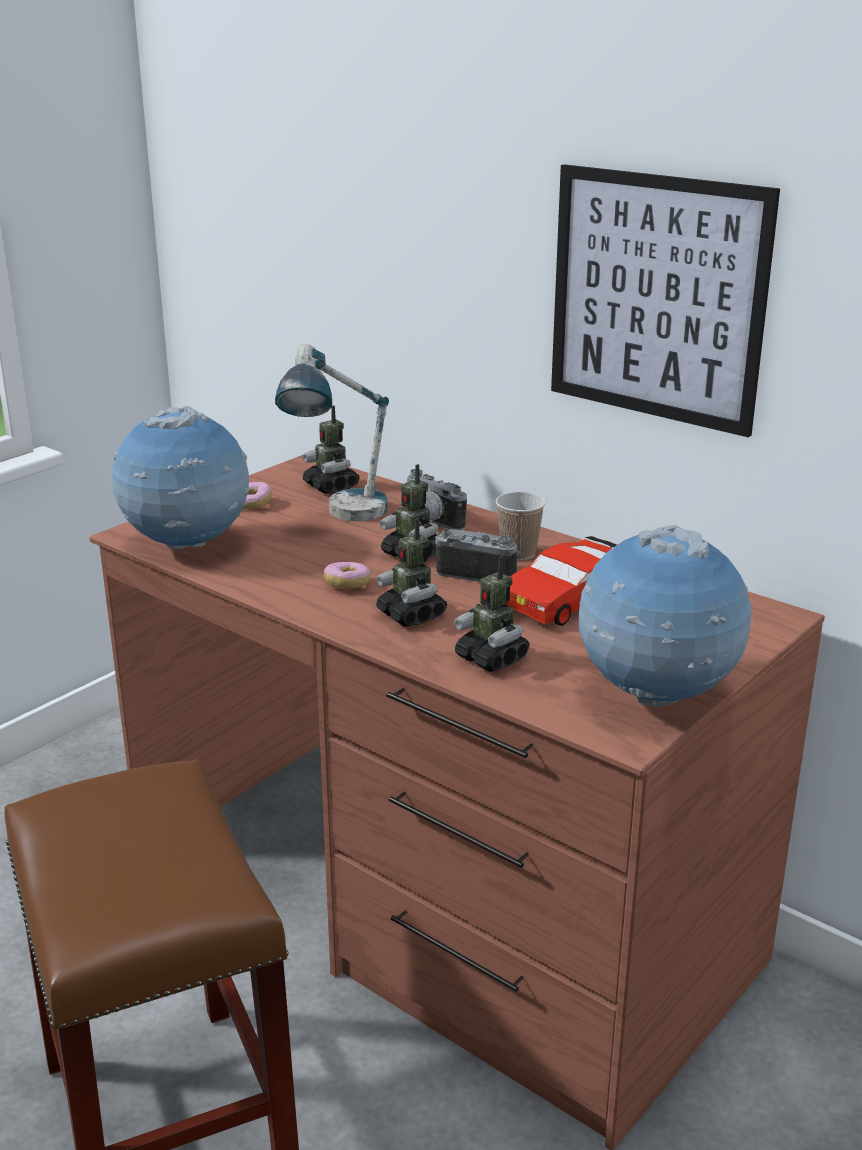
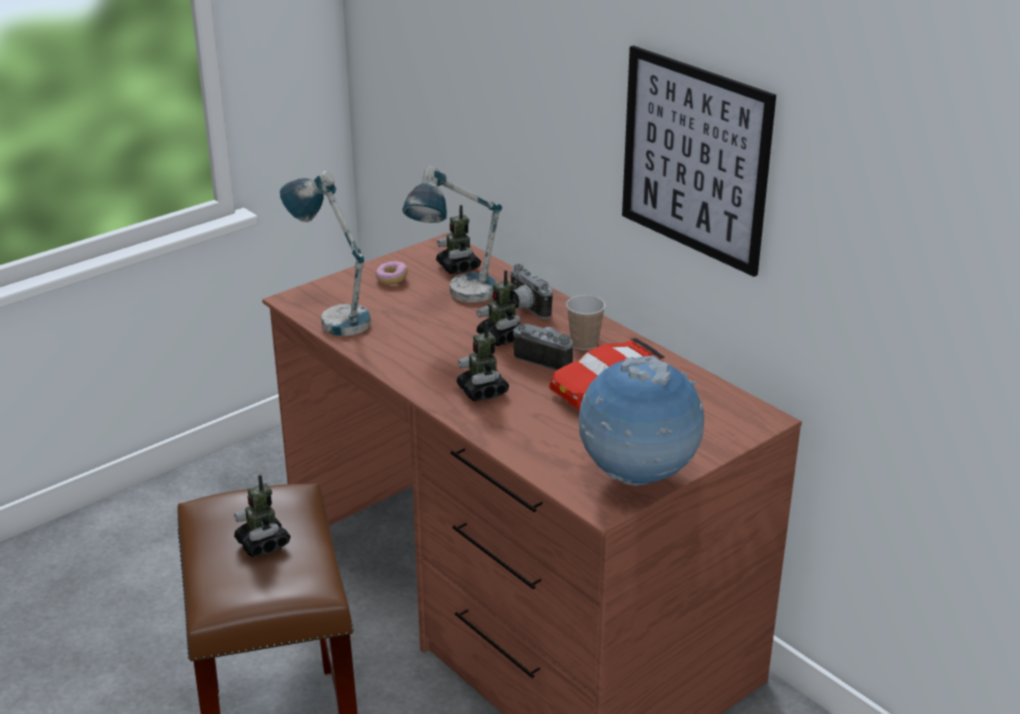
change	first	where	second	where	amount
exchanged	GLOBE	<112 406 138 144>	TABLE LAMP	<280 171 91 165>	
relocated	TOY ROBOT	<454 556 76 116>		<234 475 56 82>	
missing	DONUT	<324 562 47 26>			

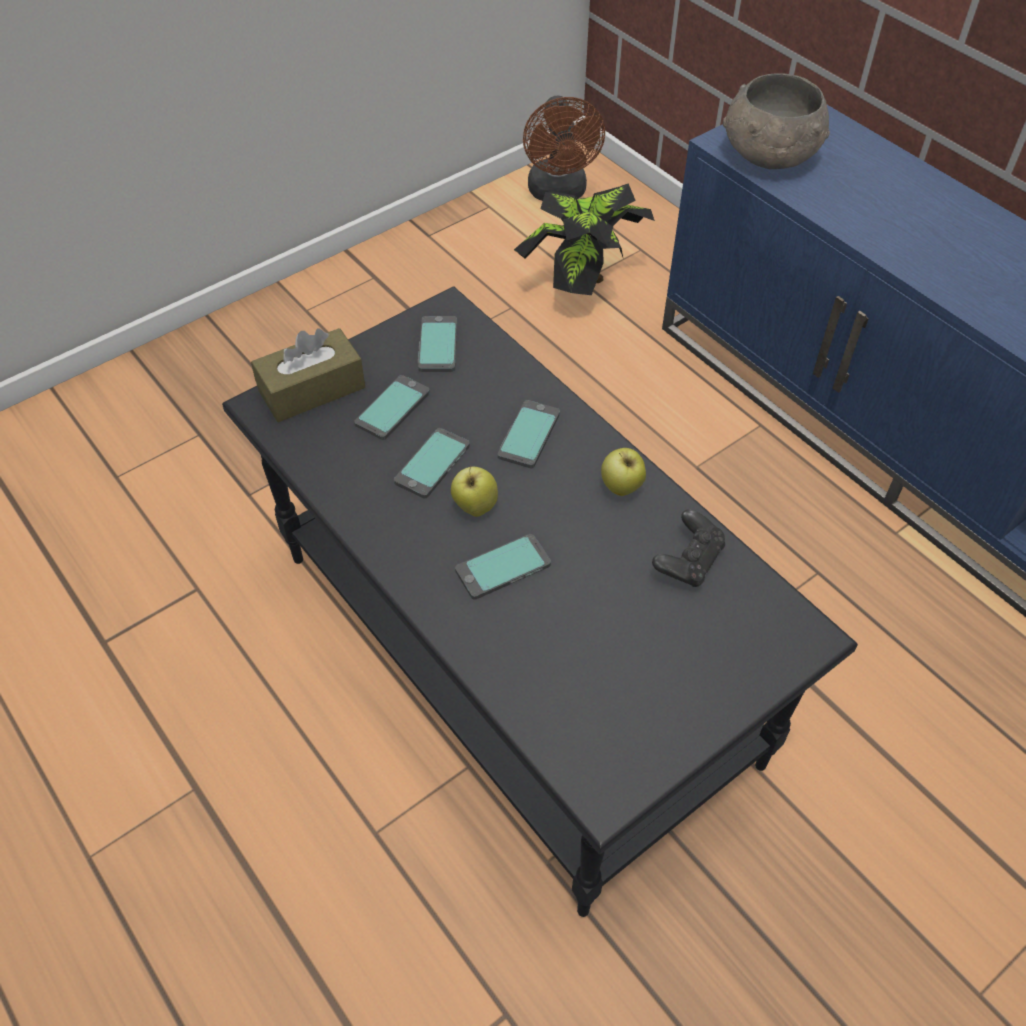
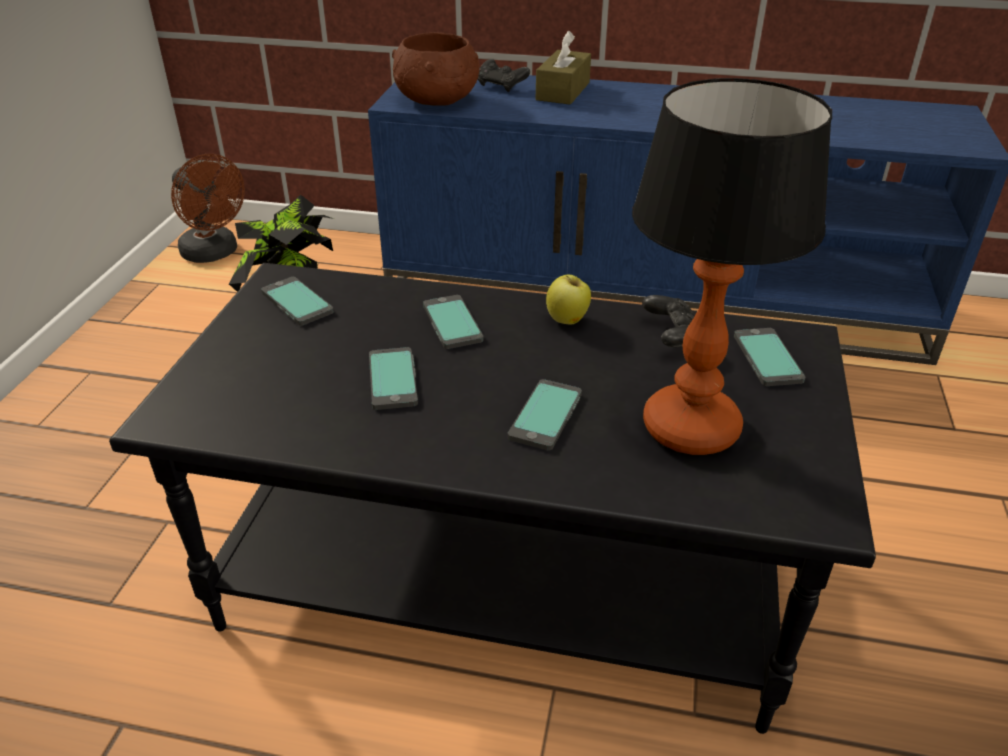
change	first	where	second	where	amount
colour	GREY BOWL	<723 73 107 96>	BROWN BOWL	<392 32 87 74>	
relocated	BROWN TISSUE BOX	<251 328 114 94>		<536 31 55 74>	
relocated	PHONE	<354 375 76 65>		<734 328 71 58>	
missing	APPLE	<451 466 47 51>			
appeared			BLACK GAME CONTROLLER	<478 59 52 33>	
appeared			TABLE LAMP	<632 78 200 377>	

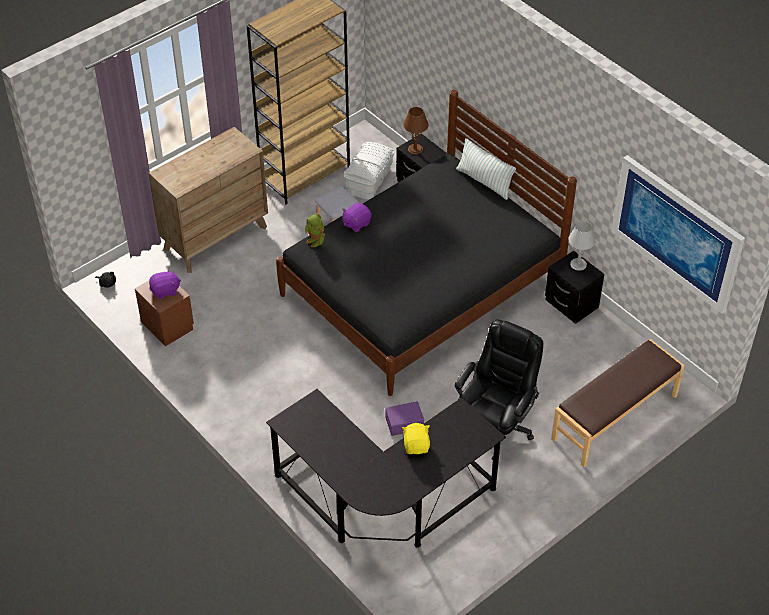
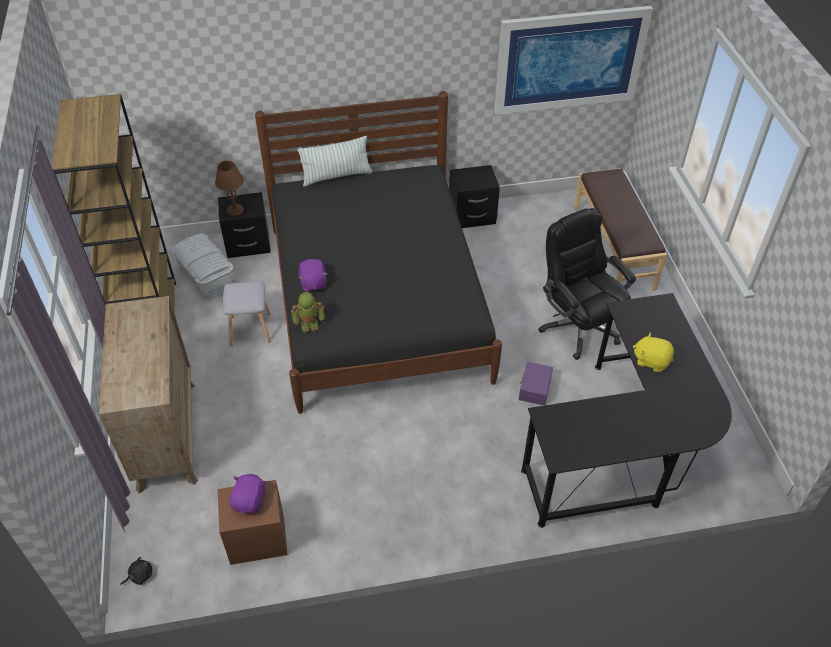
change	first	where	second	where	amount
missing	GREY TABLE LAMP	<568 221 28 50>			

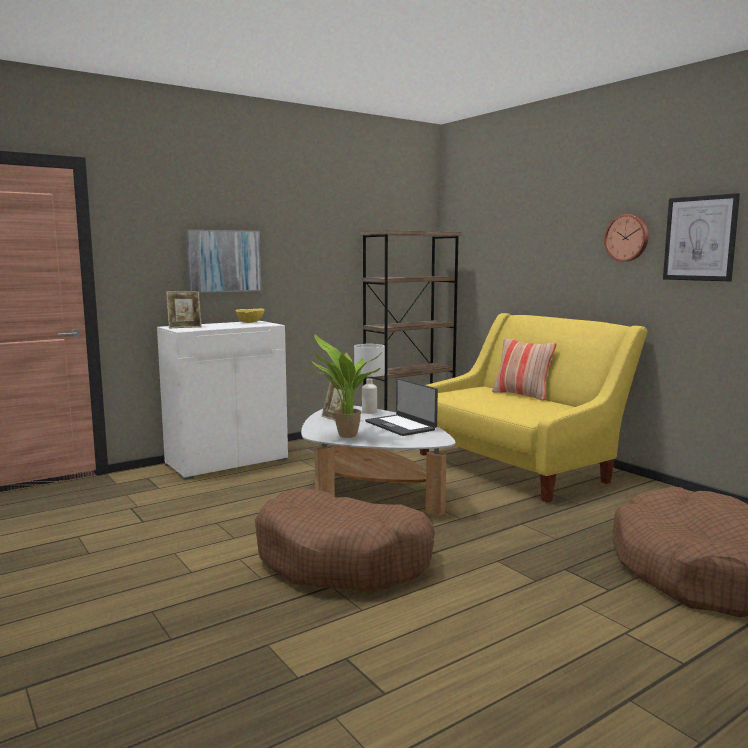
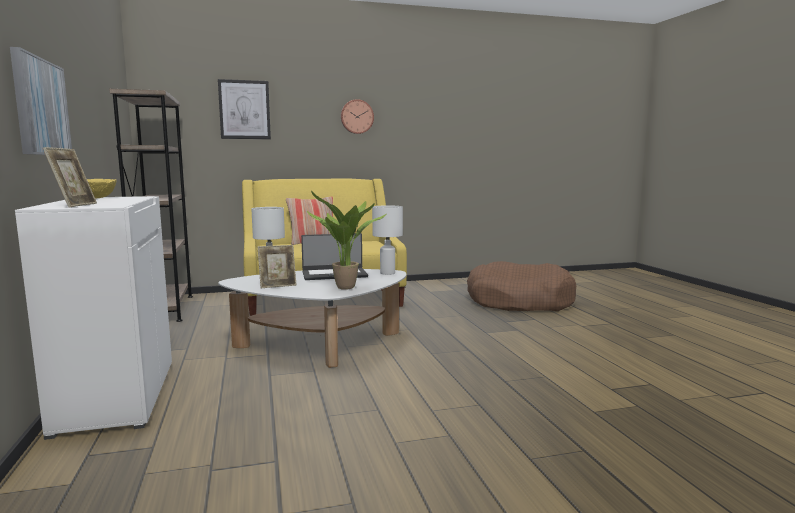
change	first	where	second	where	amount
relocated	PICTURE	<663 193 77 88>		<218 79 53 60>	
missing	BROWN DOG BED	<255 489 180 103>			
appeared			WHITE TABLE LAMP	<372 205 31 70>	

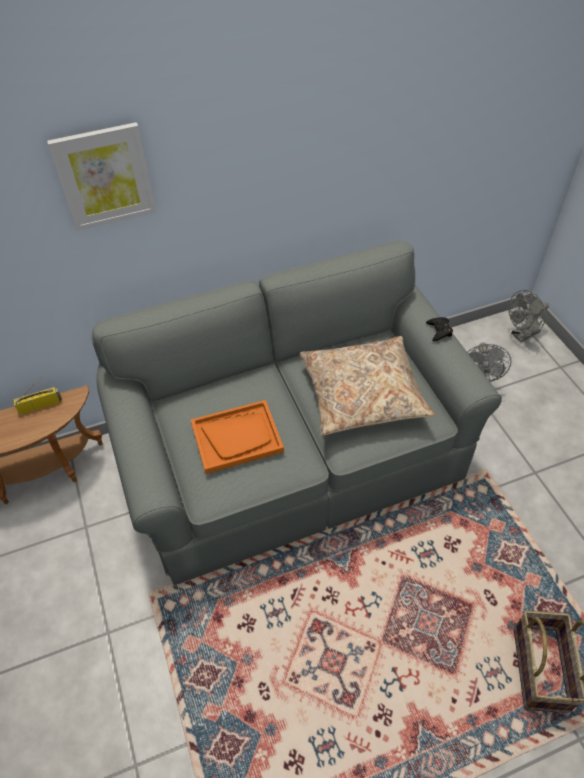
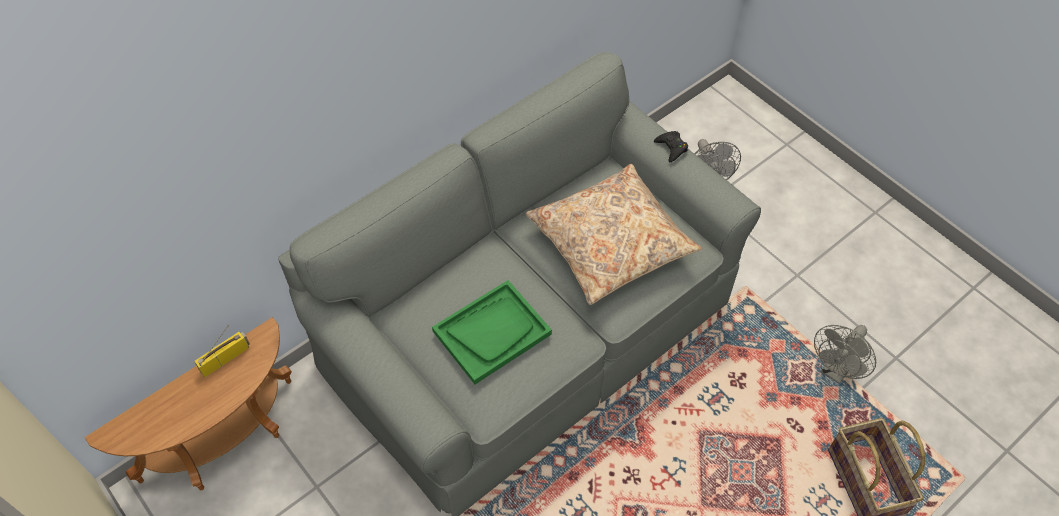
change	first	where	second	where	amount
missing	PICTURE	<47 122 109 109>			
relocated	GREY FAN	<509 290 40 52>		<814 325 62 59>	
colour	ORANGE TRAY	<191 400 93 74>	GREEN TRAY	<432 280 120 104>	

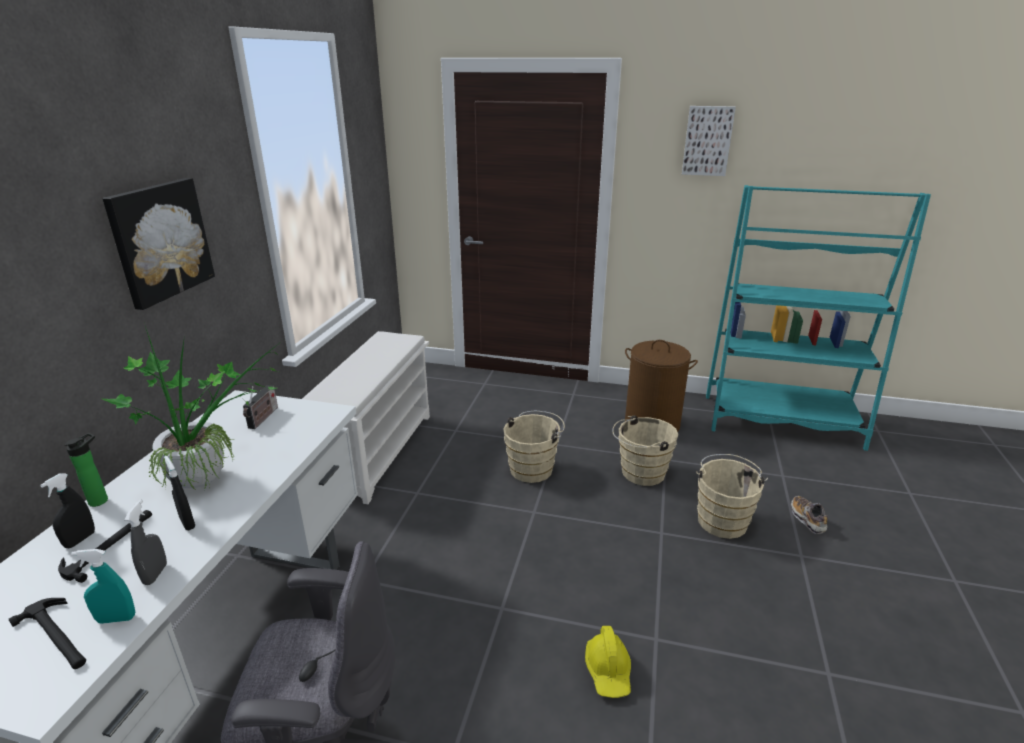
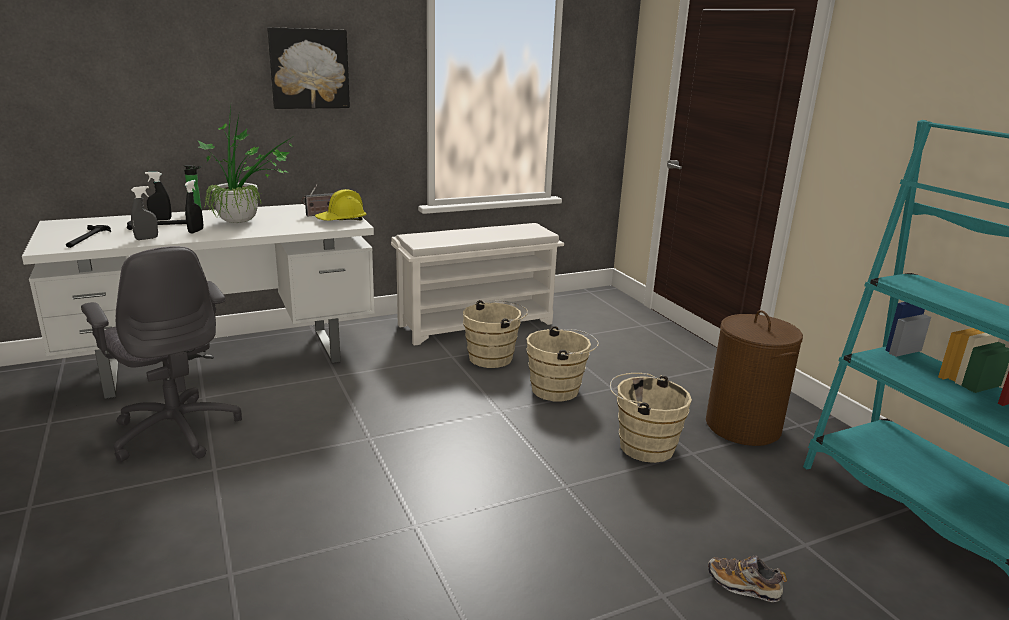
change	first	where	second	where	amount
missing	PICTURE	<682 106 54 70>			
relocated	BEIGE BUCKET	<696 454 72 85>		<463 300 65 68>	
spun	SHOE	<791 496 37 38>		<708 556 79 46>	105 degrees counterclockwise
missing	TURQUOISE SPRAY BOTTLE	<71 549 64 75>			
relocated	YELLOW HARD HAT	<585 626 46 72>		<315 189 51 32>	

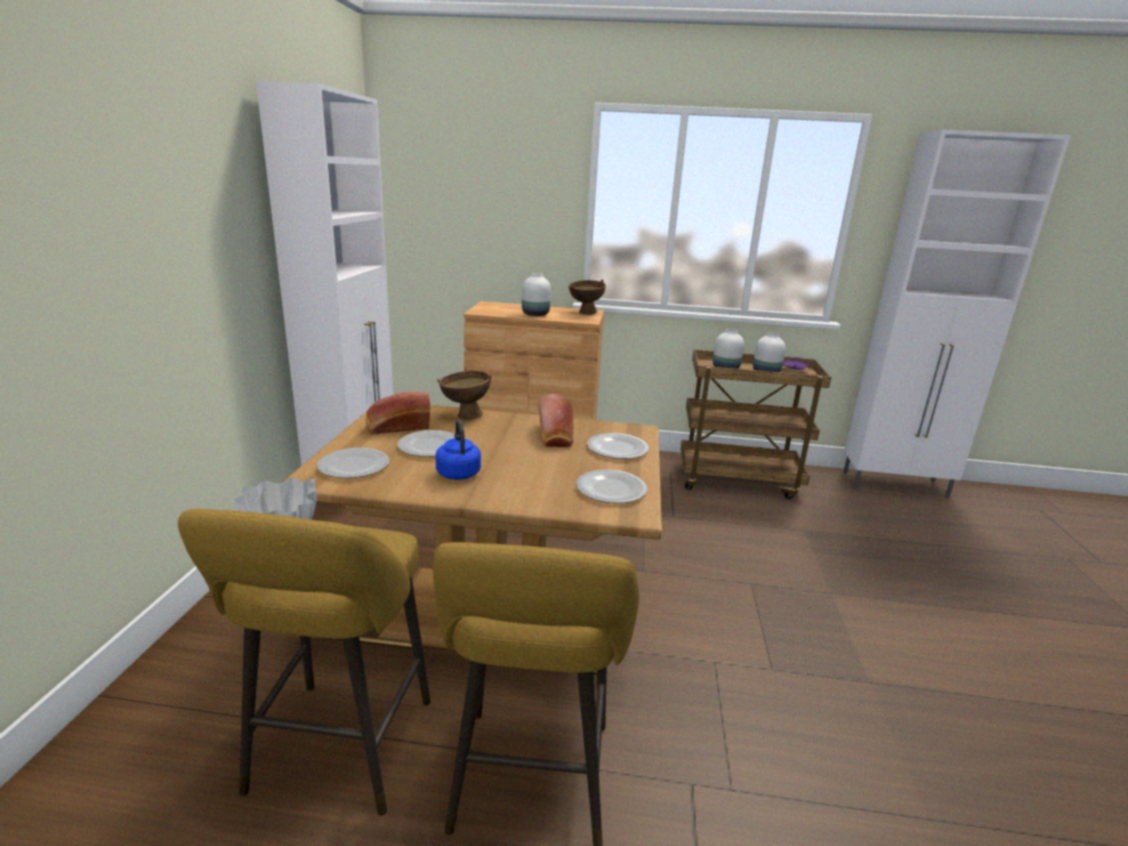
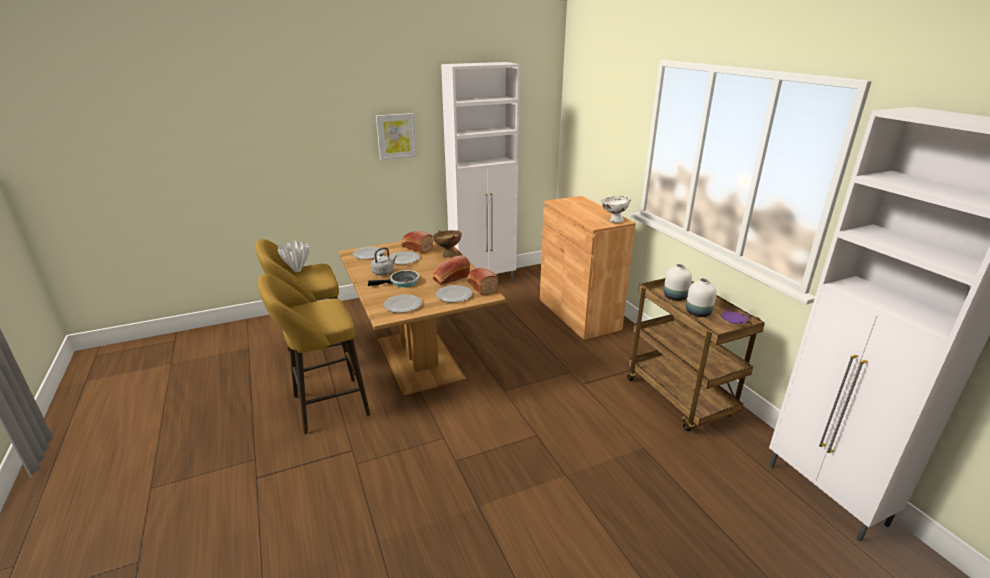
change	first	where	second	where	amount
missing	WHITE VASE	<522 273 29 43>			
colour	BROWN BOWL	<569 279 37 36>	WHITE BOWL	<601 196 30 27>	
colour	BLUE KETTLE	<435 420 46 60>	GREY KETTLE	<371 247 26 28>	
appeared			PICTURE	<376 113 41 47>	
appeared			BREAD	<467 268 32 28>	
appeared			FRYING PAN	<368 270 51 17>	

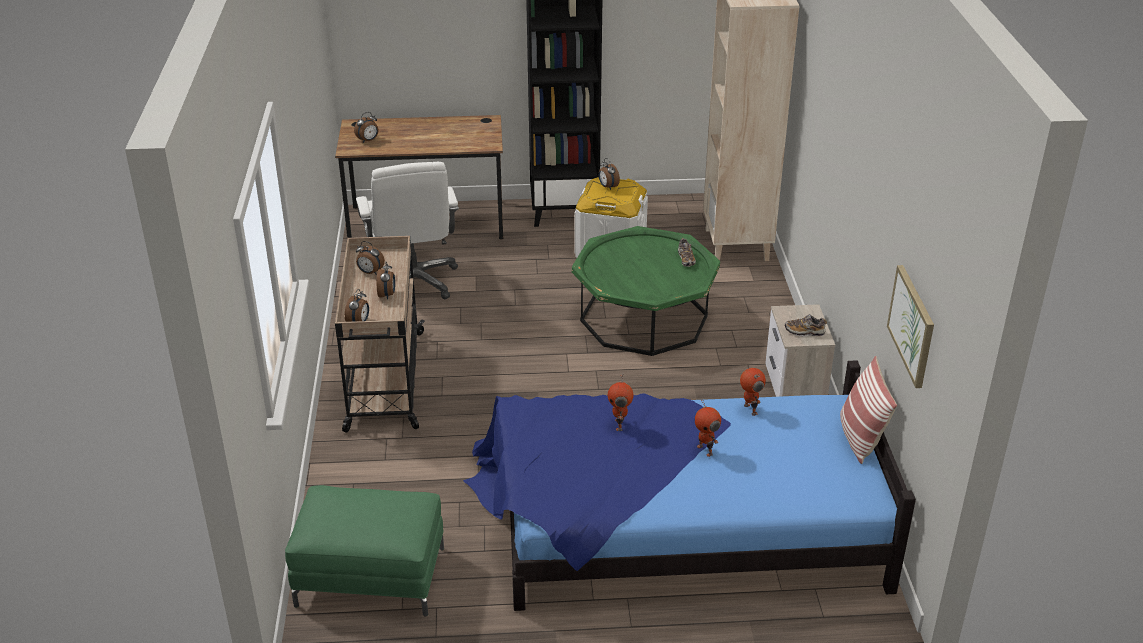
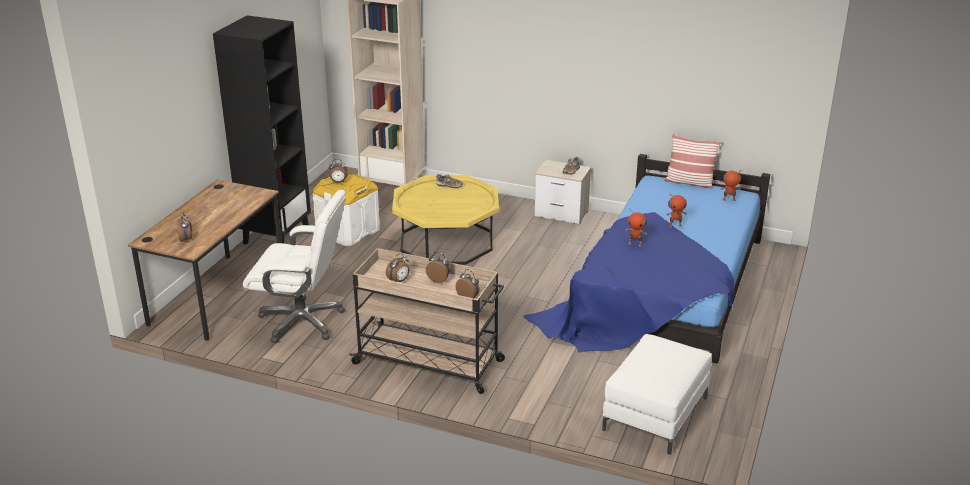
change	first	where	second	where	amount
colour	GREEN COFFEE TABLE	<572 226 148 130>	YELLOW COFFEE TABLE	<392 175 107 90>	
missing	PICTURE	<887 265 47 123>			
relocated	TOY ROBOT	<740 368 26 48>		<720 170 22 31>	
colour	GREEN OTTOMAN	<285 485 159 132>	WHITE OTTOMAN	<602 334 110 121>	

